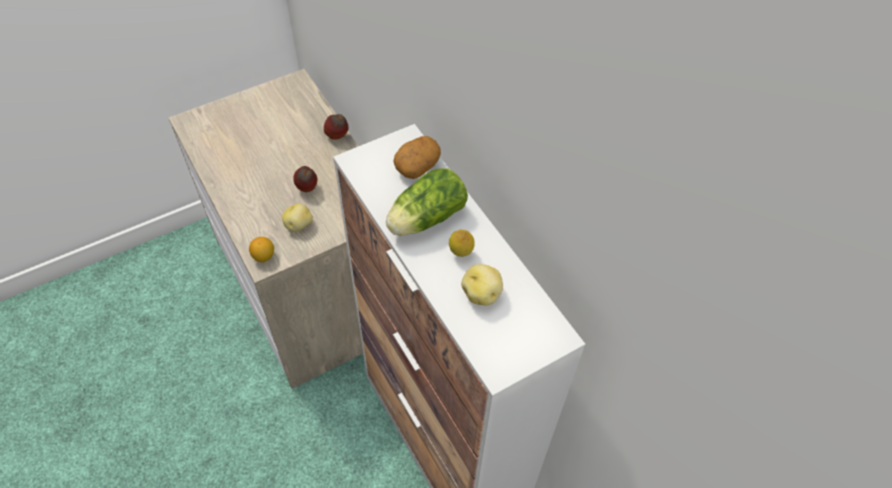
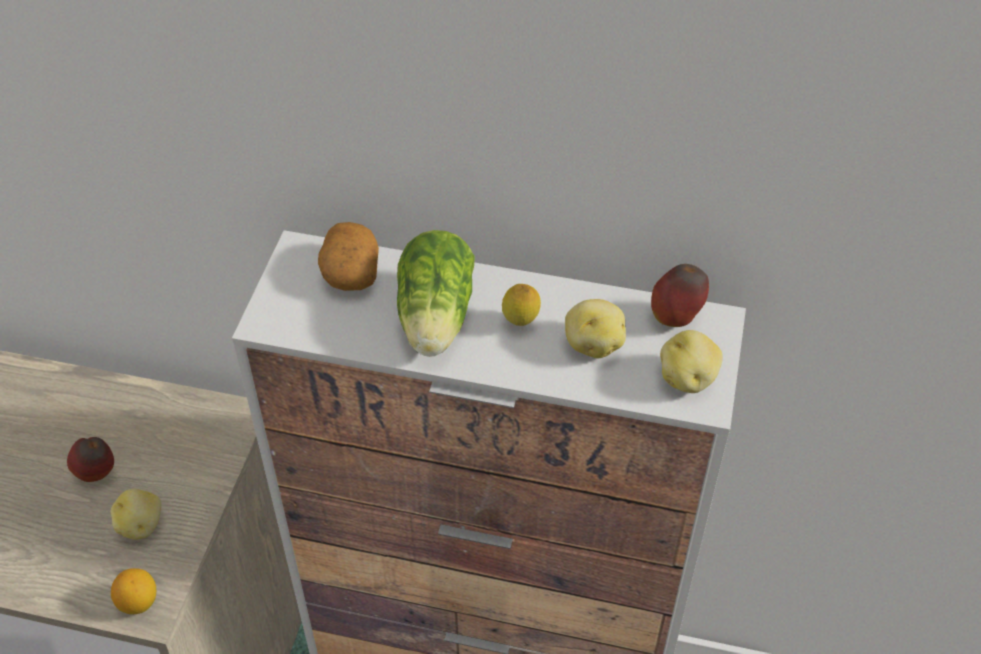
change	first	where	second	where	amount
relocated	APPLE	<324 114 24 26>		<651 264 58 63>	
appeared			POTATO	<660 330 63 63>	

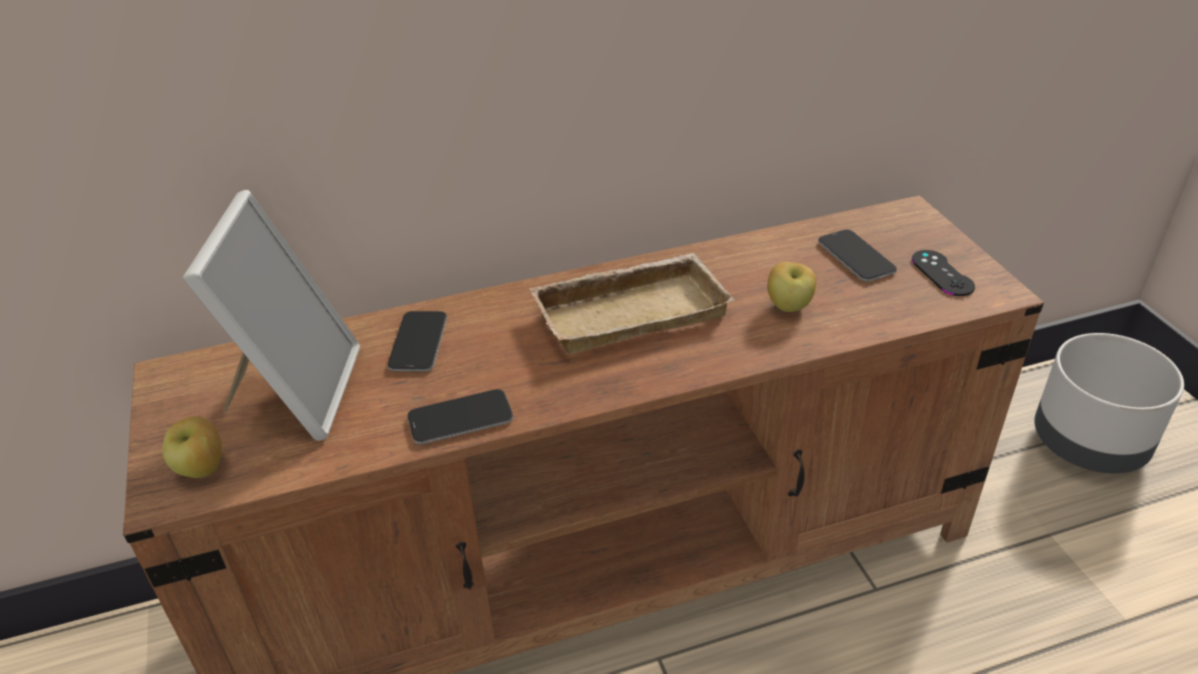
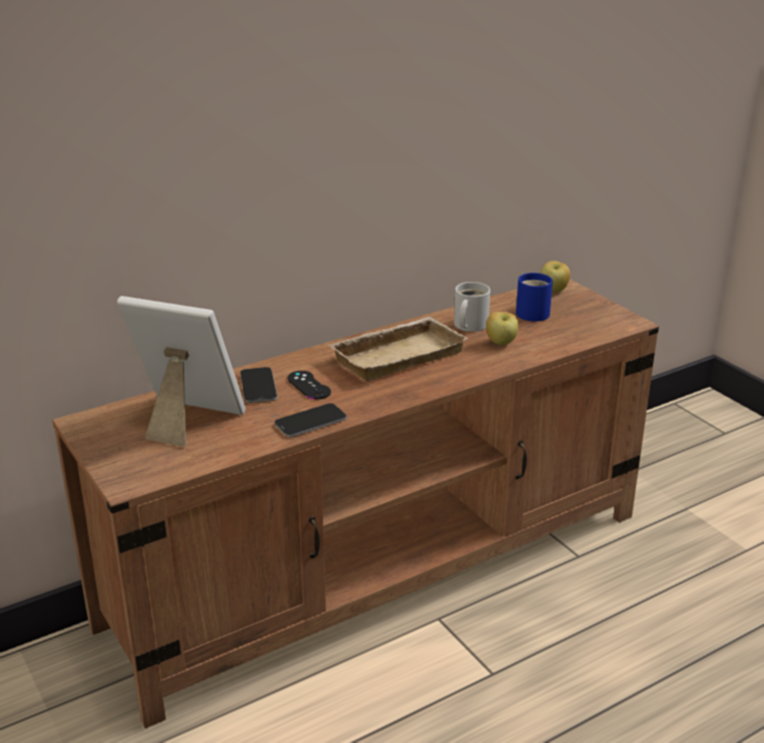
change	first	where	second	where	amount
spun	PICTURE FRAME	<183 190 177 251>		<117 296 129 151>	60 degrees counterclockwise
exchanged	PHONE	<818 229 79 53>	BLUE MUG	<516 273 37 48>	
relocated	BLACK GAME CONTROLLER	<912 250 63 46>		<287 371 44 29>	
missing	GREY PLANTER	<1034 333 150 141>			
relocated	APPLE	<162 416 60 62>		<541 261 29 31>	
appeared			WHITE MUG	<454 282 36 50>	

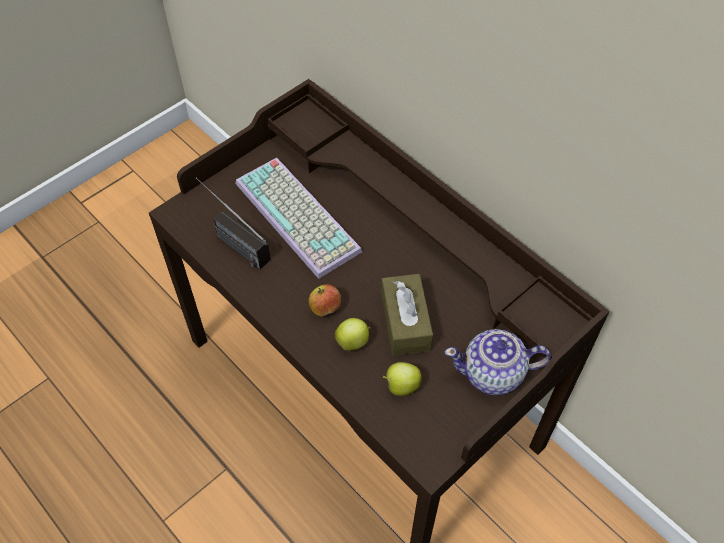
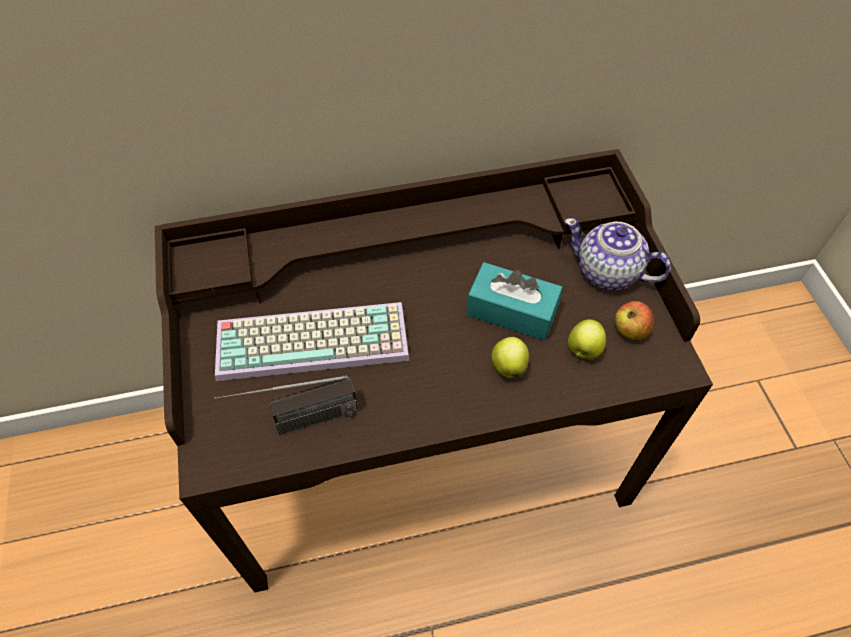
change	first	where	second	where	amount
colour	BROWN TISSUE BOX	<381 274 52 82>	TURQUOISE TISSUE BOX	<467 262 96 79>	
relocated	APPLE	<309 284 32 32>		<615 301 39 39>	
spun	TEAPOT	<445 329 106 67>		<564 218 107 72>	90 degrees clockwise

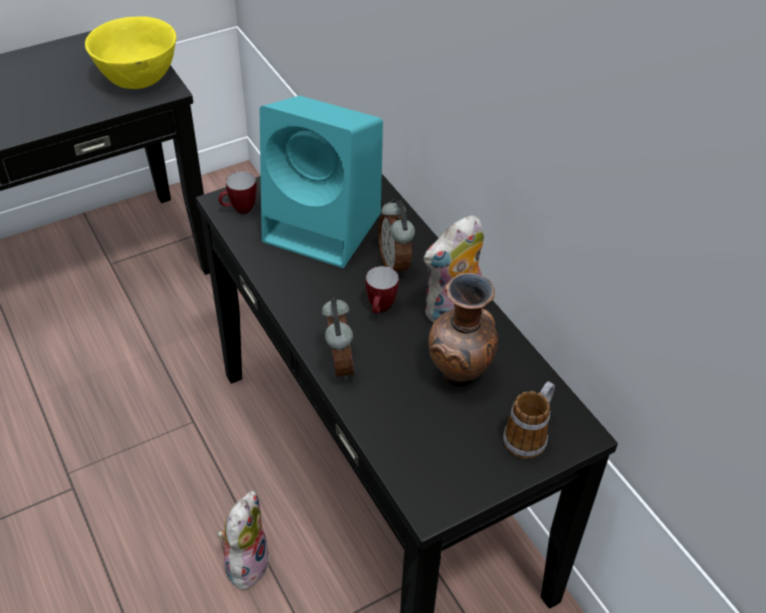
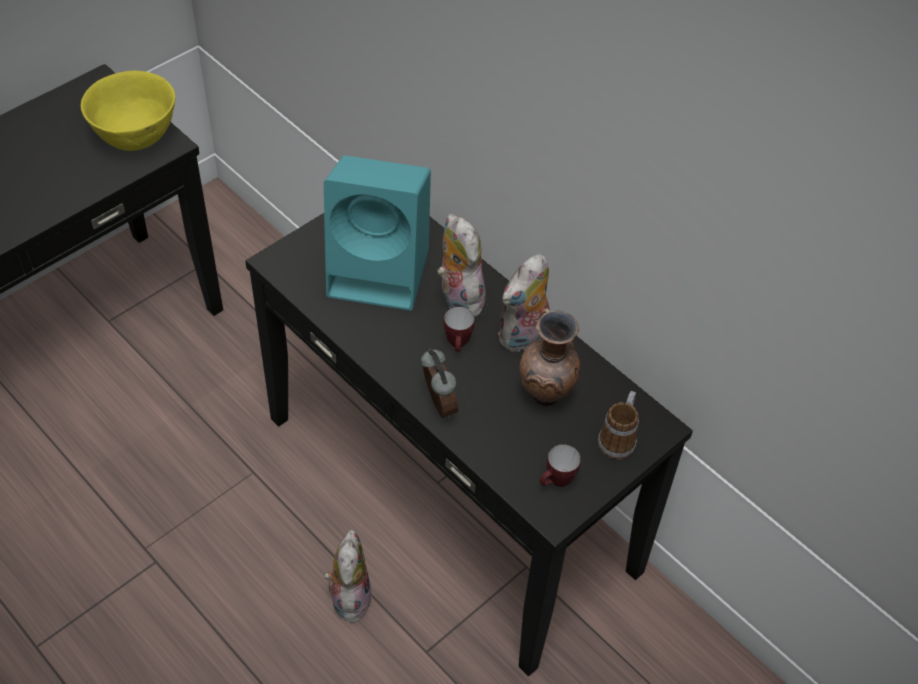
change	first	where	second	where	amount
relocated	MUG	<218 171 39 43>		<540 444 41 43>	
exchanged	ALARM CLOCK	<378 200 37 73>	PLUSH TOY	<437 214 49 103>	

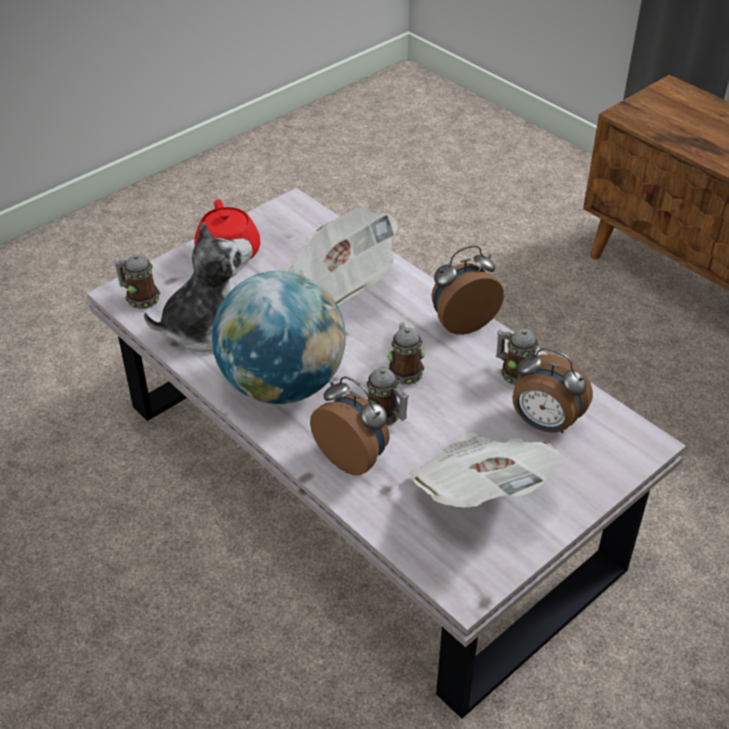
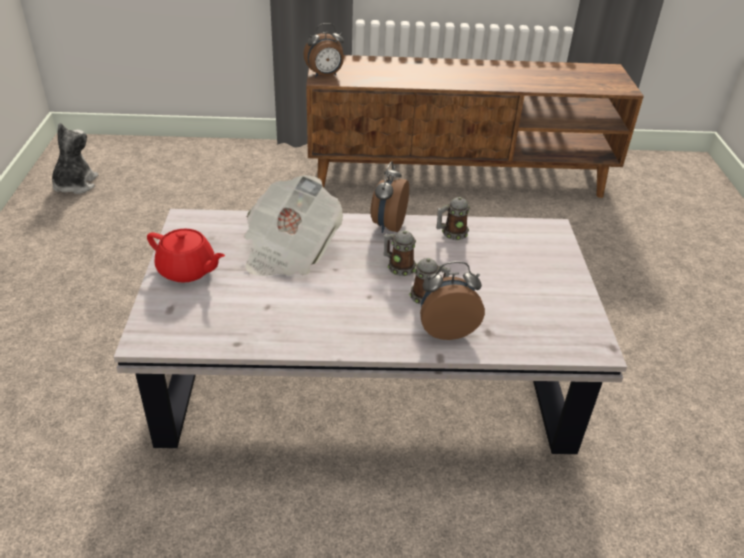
change	first	where	second	where	amount
relocated	PLUSH TOY	<144 222 109 130>		<52 123 46 71>	
missing	MUG	<114 255 46 54>			
missing	GLOBE	<212 271 134 133>			
relocated	ALARM CLOCK	<513 348 80 85>		<303 23 41 54>	
missing	NEWSPAPER	<409 433 157 75>			

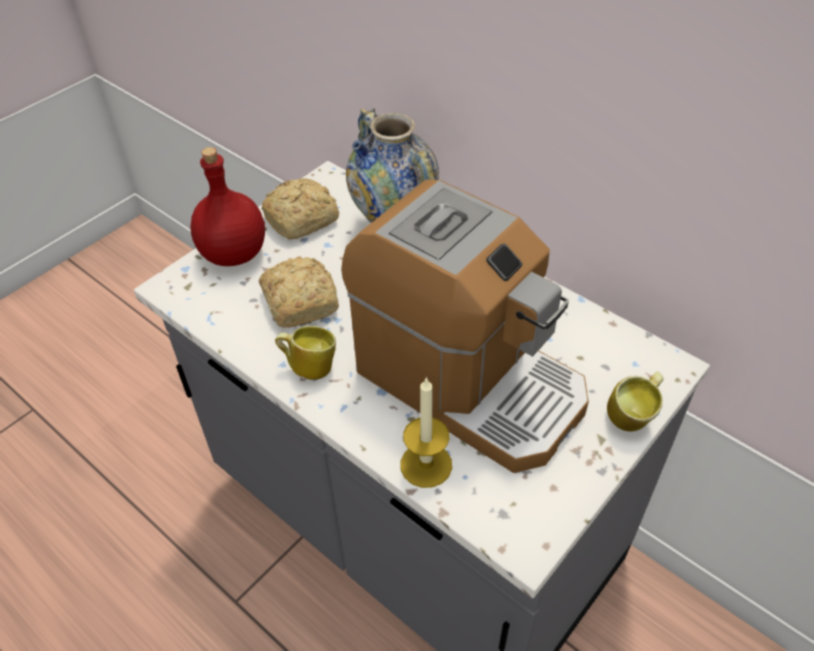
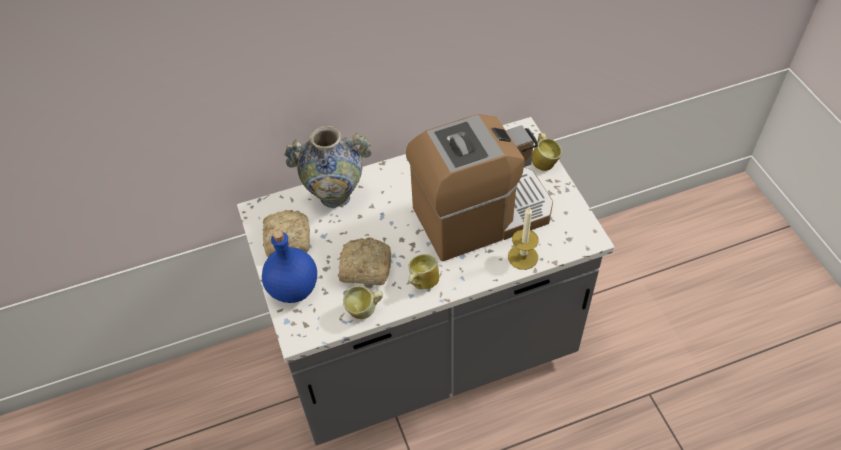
change	first	where	second	where	amount
colour	RED BOTTLE	<190 147 75 119>	BLUE BOTTLE	<262 230 55 73>	
appeared			MUG	<343 285 40 34>	

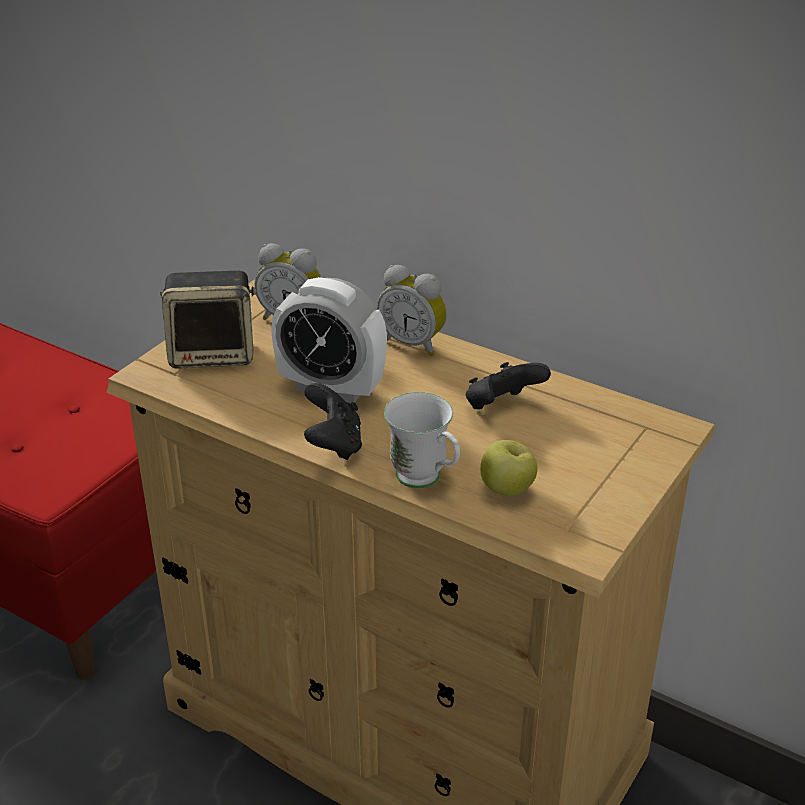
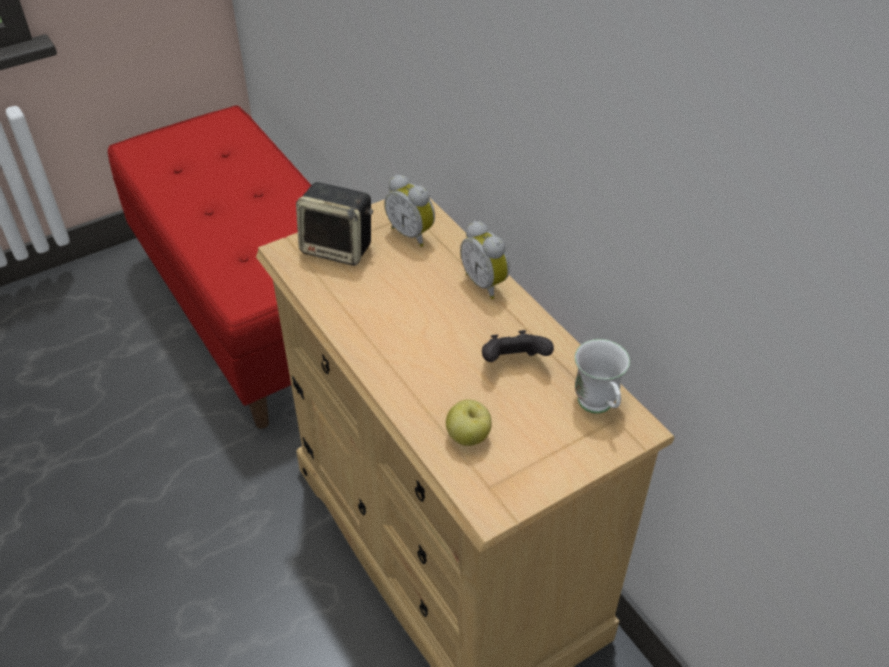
change	first	where	second	where	amount
missing	ALARM CLOCK	<271 277 116 126>			
missing	BLACK GAME CONTROLLER	<304 383 58 77>			
relocated	WHITE MUG	<384 392 76 96>		<575 339 55 74>	

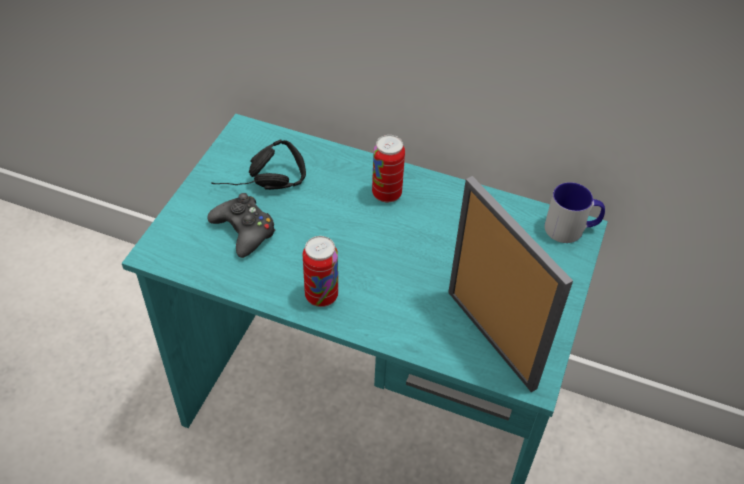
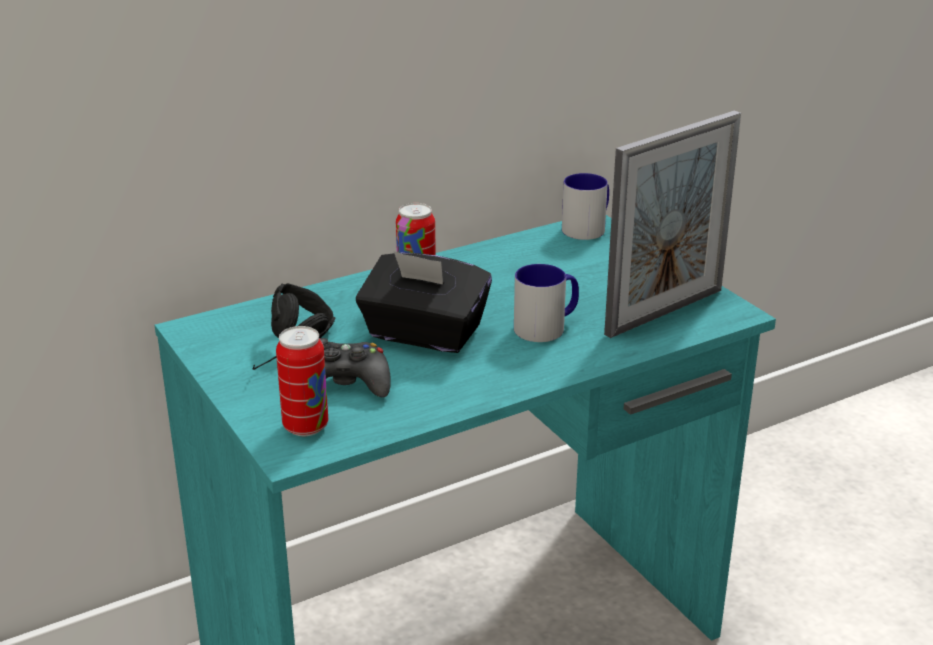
change	first	where	second	where	amount
spun	PICTURE FRAME	<448 176 125 216>		<604 111 137 227>	135 degrees clockwise
relocated	CAN	<303 236 35 71>		<276 326 52 110>	
appeared			BLACK TISSUE BOX	<356 251 136 102>	
appeared			MUG	<514 264 65 78>	

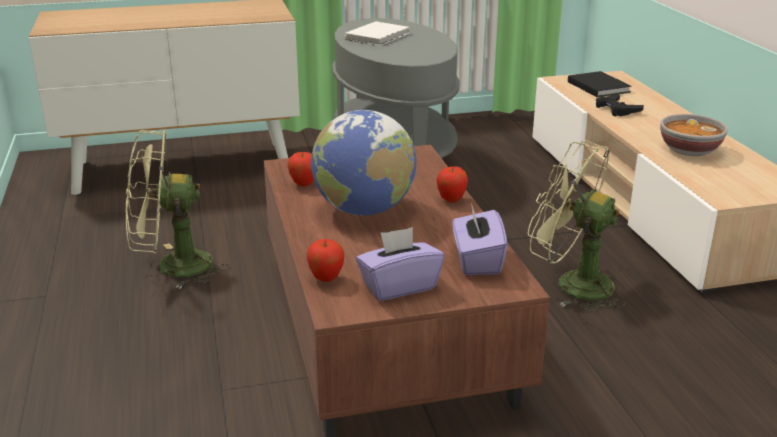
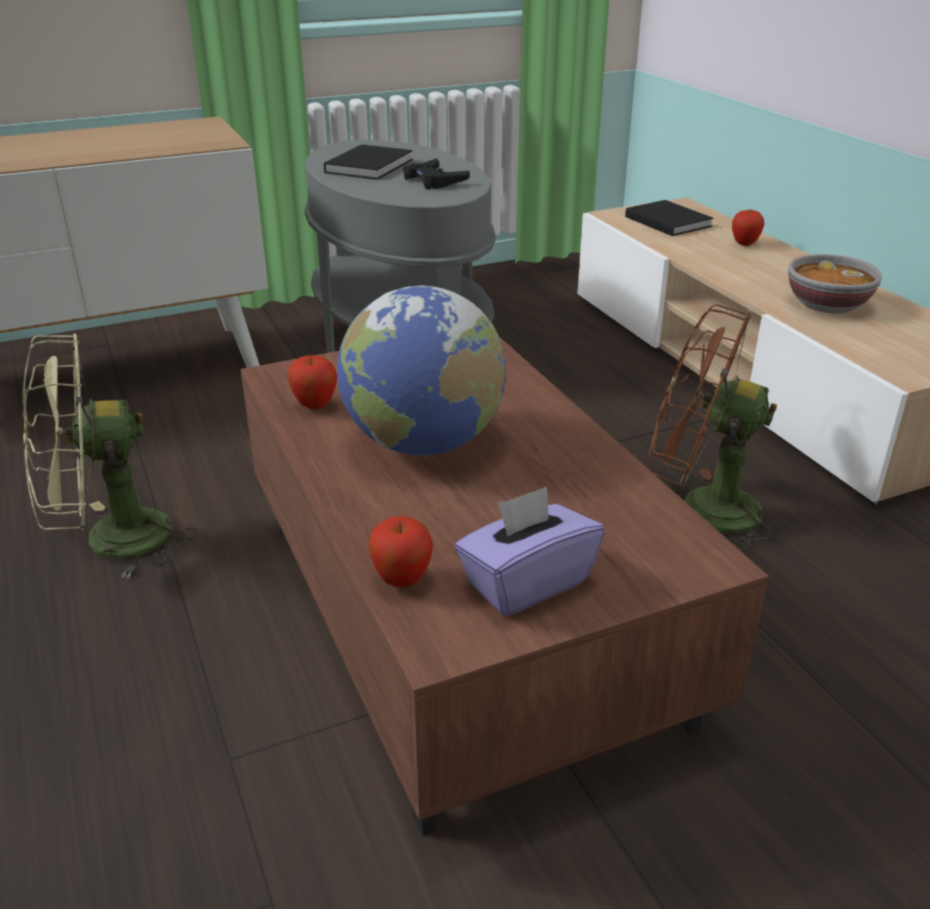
change	first	where	second	where	amount
colour	WHITE BOOK	<345 21 64 25>	BLACK BOOK	<324 144 89 36>	
relocated	BLACK GAME CONTROLLER	<596 93 48 24>		<403 158 66 32>	
colour	GREEN FAN	<528 140 97 172>	BROWN FAN	<648 304 136 247>	
relocated	APPLE	<436 166 32 37>		<732 209 32 37>	
missing	PURPLE TISSUE BOX	<452 203 55 72>			

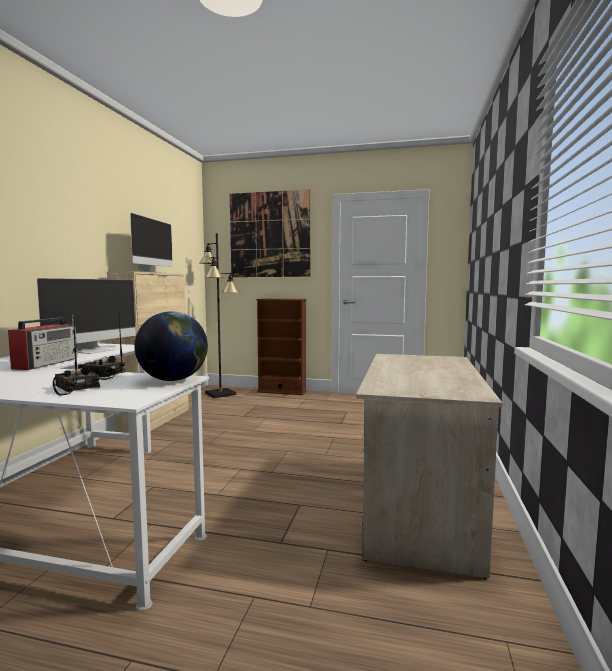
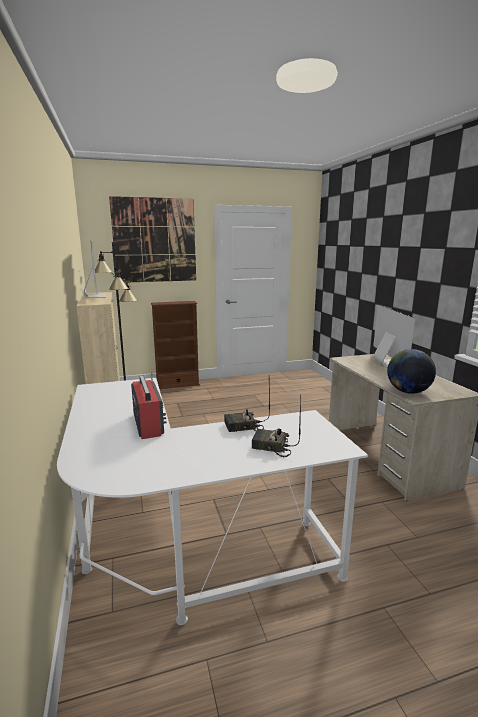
change	first	where	second	where	amount
relocated	MONITOR	<37 278 99 76>		<373 305 42 62>	
relocated	GLOBE	<134 311 74 70>		<387 349 49 45>	

